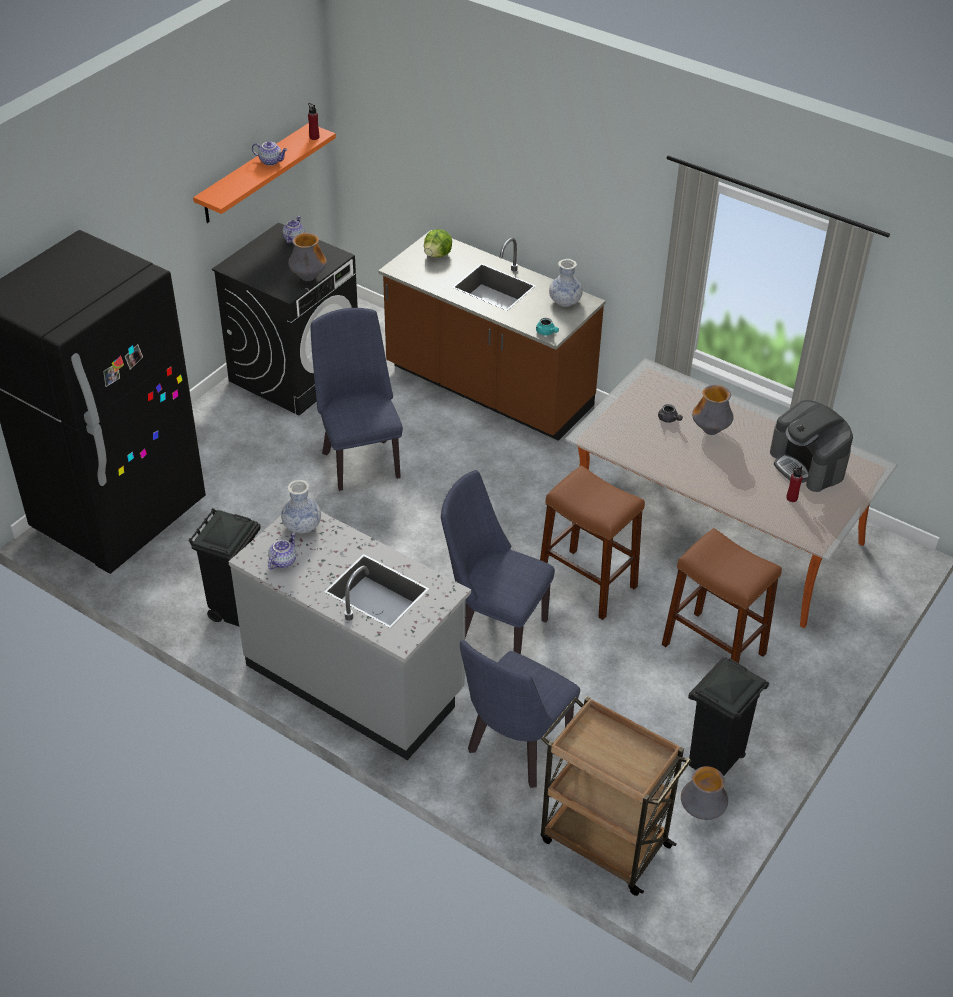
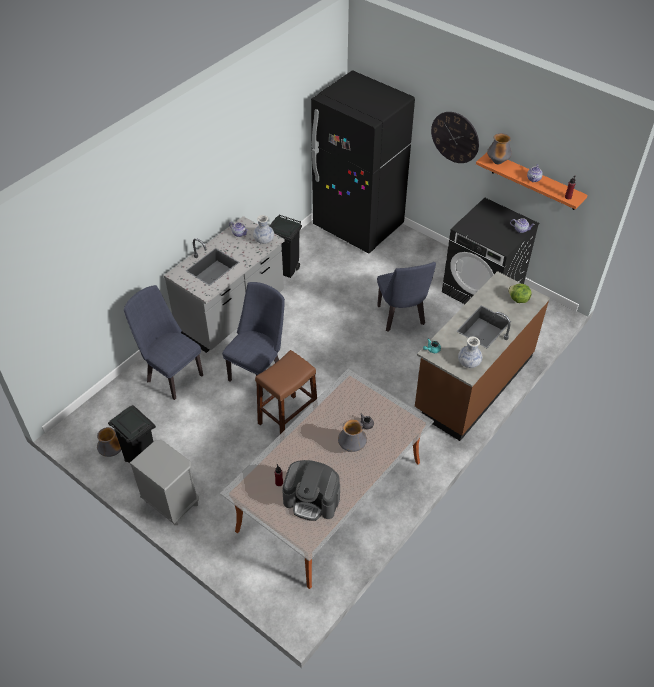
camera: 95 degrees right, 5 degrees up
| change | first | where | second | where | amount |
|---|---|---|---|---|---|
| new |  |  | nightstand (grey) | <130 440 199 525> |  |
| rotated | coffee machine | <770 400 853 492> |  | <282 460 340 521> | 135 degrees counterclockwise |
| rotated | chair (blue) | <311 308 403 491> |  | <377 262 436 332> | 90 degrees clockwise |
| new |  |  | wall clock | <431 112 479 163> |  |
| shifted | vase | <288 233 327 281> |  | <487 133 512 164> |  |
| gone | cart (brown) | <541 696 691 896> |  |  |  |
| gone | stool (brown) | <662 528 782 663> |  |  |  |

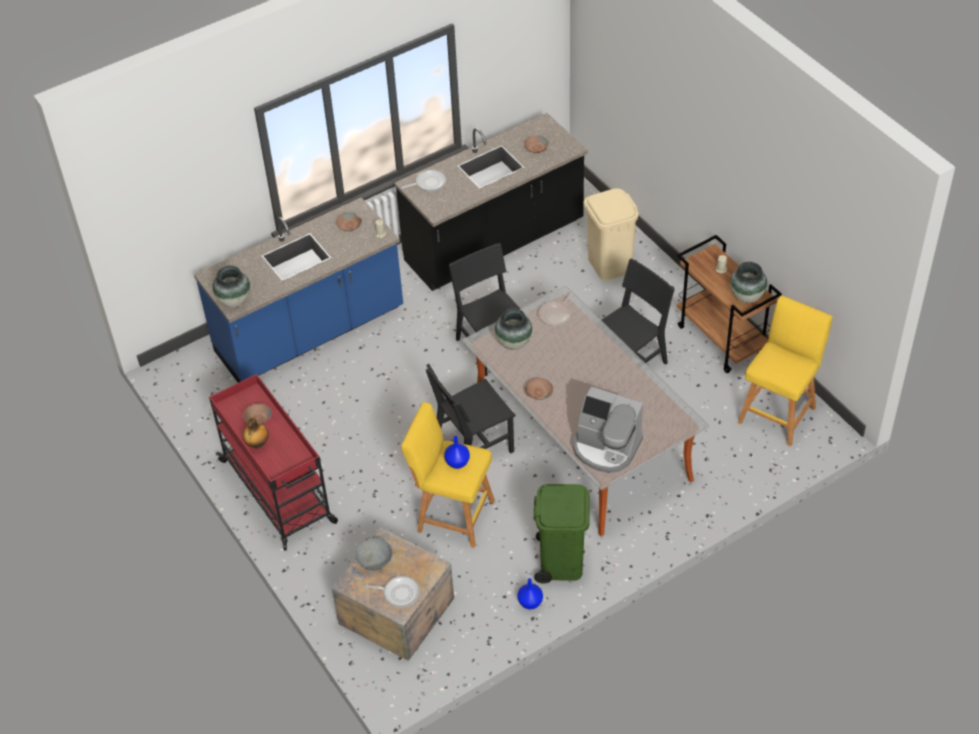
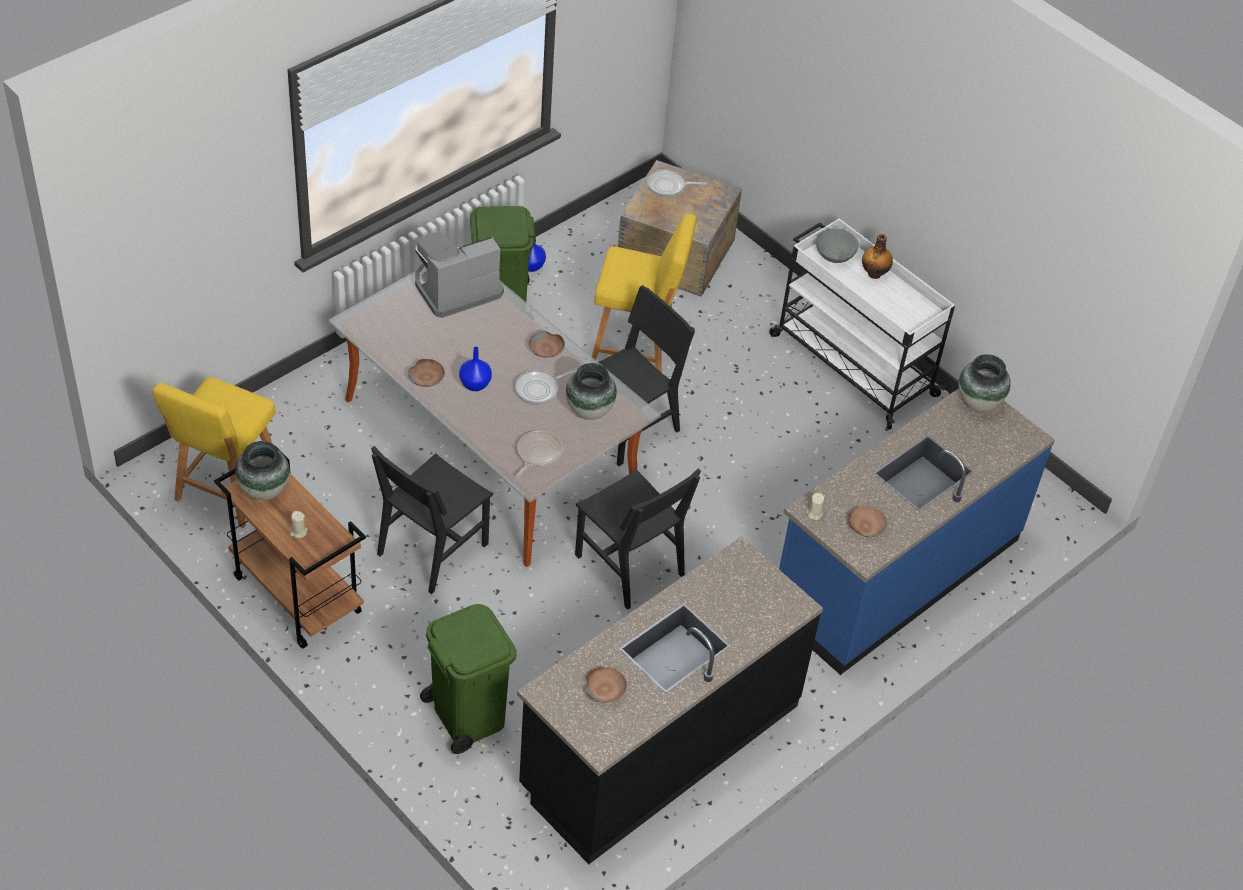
camera: 165 degrees right, 0 degrees up
| change | first | where | second | where | amount |
|---|---|---|---|---|---|
| shifted | bowl (brown) | <243 403 271 424> |  | <408 359 445 387> |  |
| rotated | coffee machine | <573 387 643 473> |  | <415 232 504 318> | 45 degrees counterclockwise |
| repainted | trash can (beige) | <583 188 639 281> | trash can (green) | <420 604 517 754> |  |
| shifted | vase (blue) | <444 436 470 469> |  | <459 347 492 391> |  |
| shifted | frying pan | <401 169 446 192> |  | <515 369 577 405> |  |
| repainted | cart (red) | <209 374 338 551> | cart (white) | <769 219 955 429> |  |
| shifted | bowl (grey) | <355 538 393 570> |  | <816 229 859 263> |  |

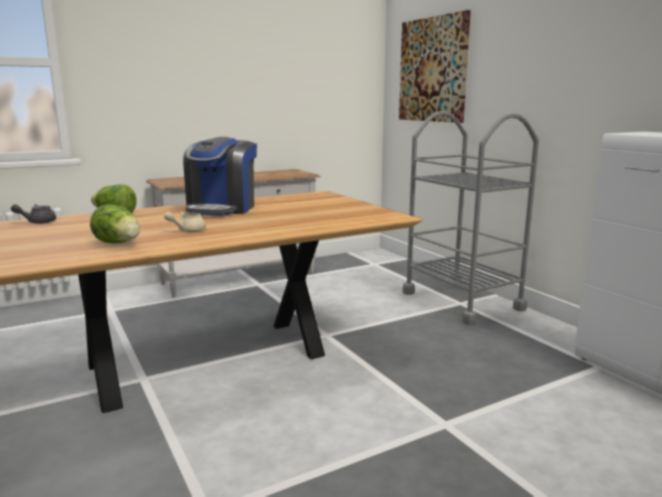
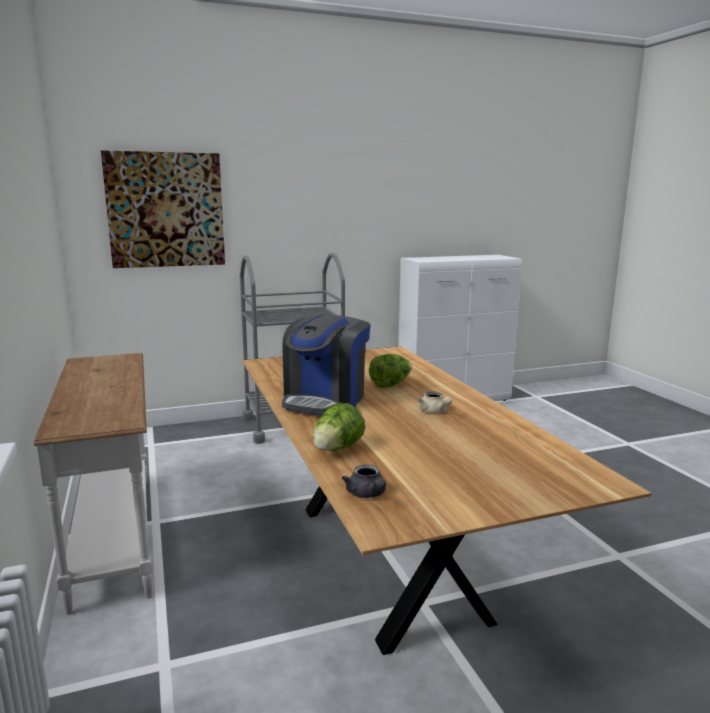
camera: 80 degrees left, 0 degrees up
| change | first | where | second | where | amount |
|---|---|---|---|---|---|
| rotated | coffee machine | <183 137 257 216> |  | <282 314 371 416> | 90 degrees clockwise |
| shifted | lettuce | <90 204 140 244> |  | <369 354 412 388> |  |

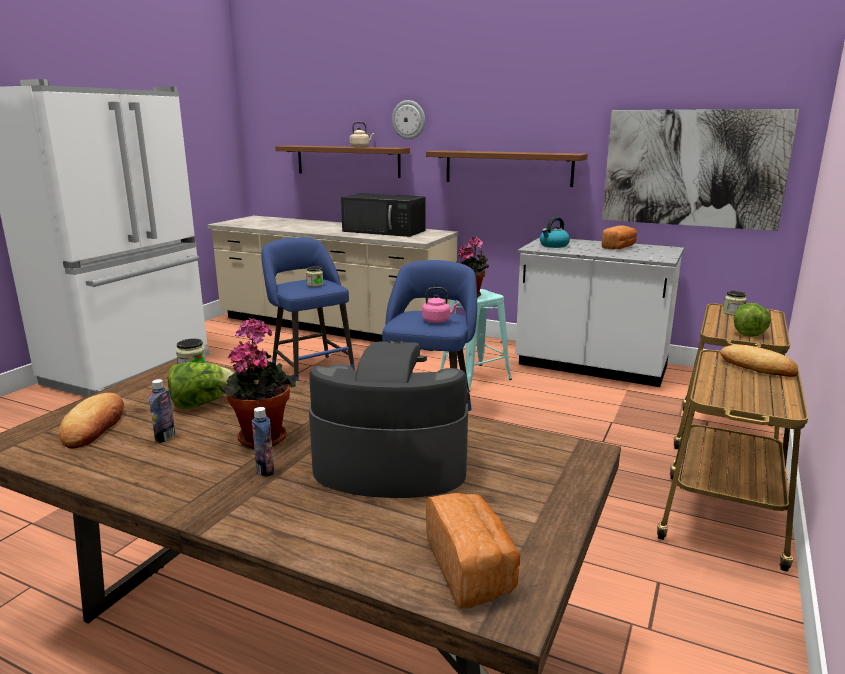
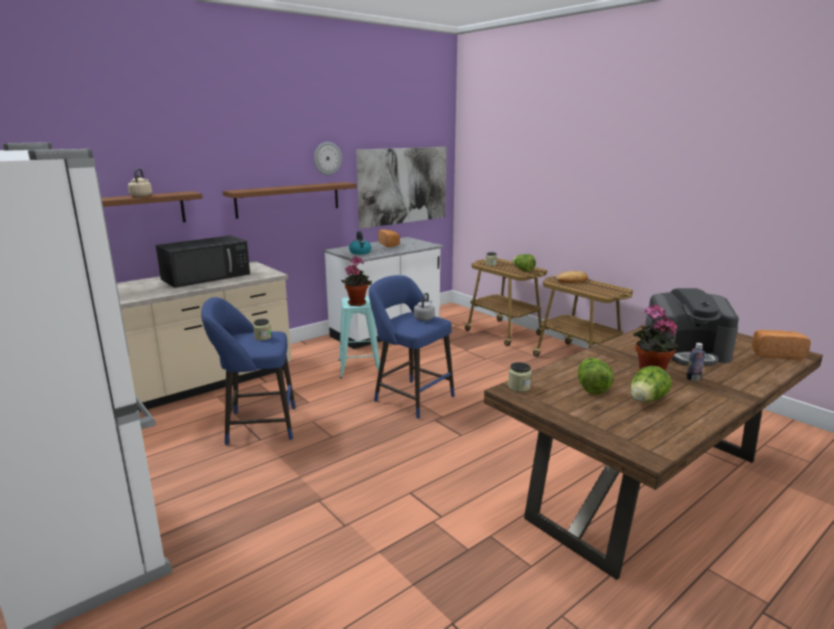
camera: 65 degrees left, 0 degrees up
| change | first | where | second | where | amount |
|---|---|---|---|---|---|
| shifted | wall clock | <392 100 425 140> |  | <314 142 342 175> |  |
| repainted | kettle (pink) | <422 287 459 323> | kettle (grey) | <413 293 435 321> |  |
| swapped | bottle | <149 379 175 443> | lettuce | <630 366 672 402> |  |
| rotated | coffee machine | <309 340 469 498> |  | <645 288 739 366> | 120 degrees counterclockwise |
| gone | bread | <59 393 124 448> |  |  |  |

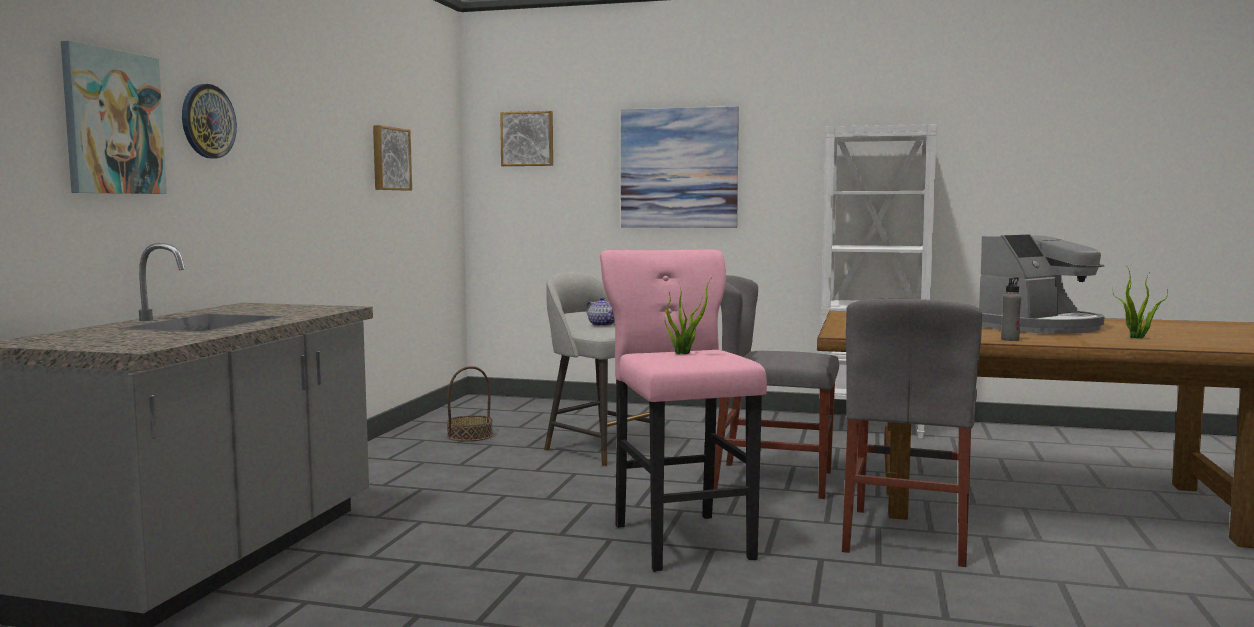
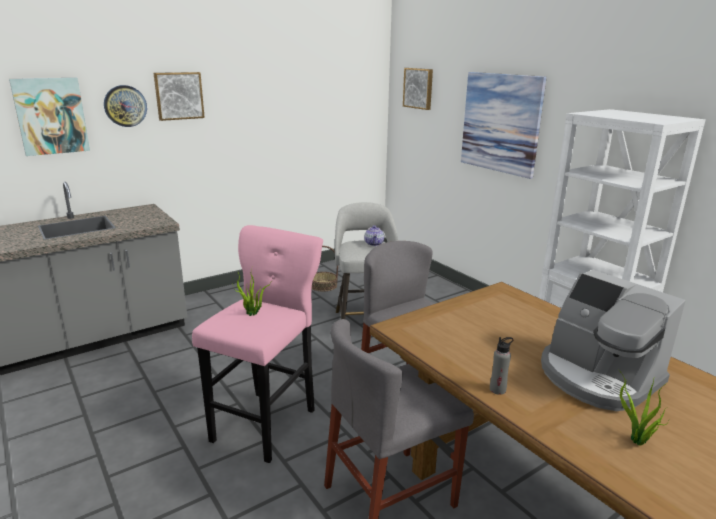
camera: 40 degrees right, 15 degrees up
| change | first | where | second | where | amount |
|---|---|---|---|---|---|
| shifted | picture | <373 125 412 190> |  | <154 72 205 121> |  |
| rotated | coffee machine | <979 234 1105 334> |  | <541 270 685 411> | 45 degrees clockwise |

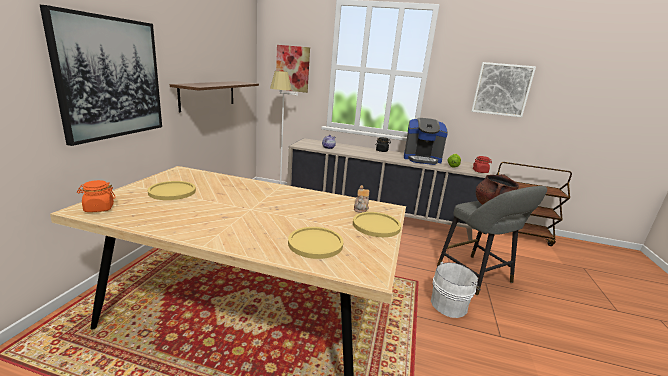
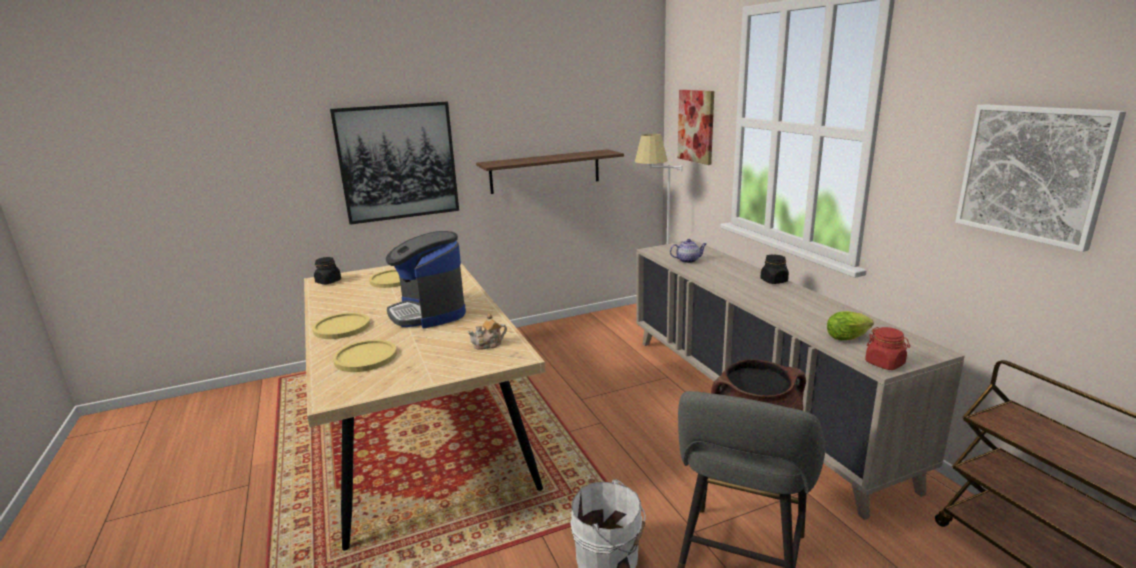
camera: 55 degrees right, 0 degrees up
| change | first | where | second | where | amount |
|---|---|---|---|---|---|
| shifted | plate (yellow) | <353 212 401 237> |  | <312 313 370 339> |  |
| repainted | jar (orange) | <77 180 116 212> | jar (black) | <314 257 341 284> |  |
| shifted | coffee machine | <404 118 448 165> |  | <386 231 466 328> |  |

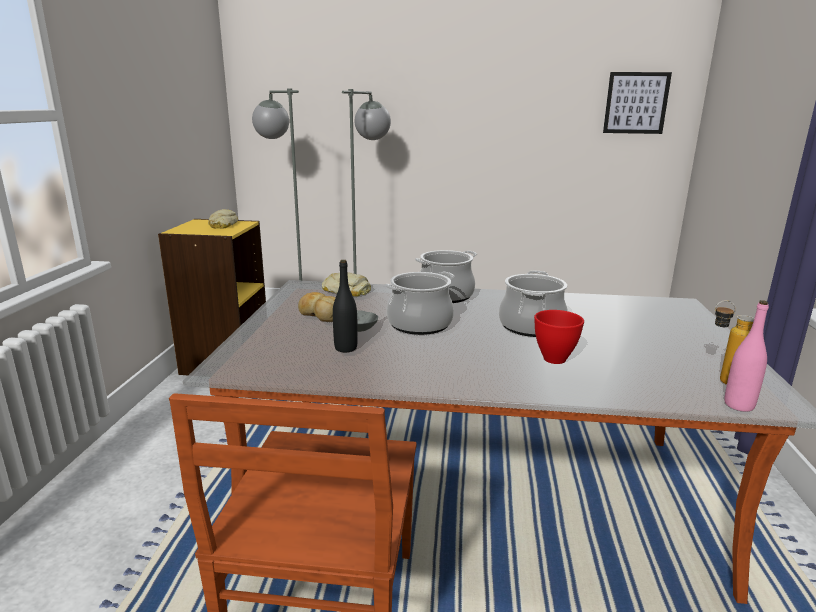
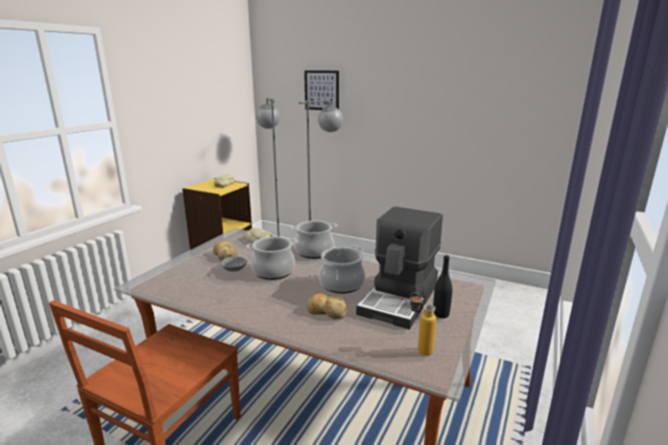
camera: 20 degrees right, 0 degrees up
| change | first | where | second | where | amount |
|---|---|---|---|---|---|
| shifted | picture | <603 72 672 134> |  | <304 70 339 110> |  |
| swapped | bowl (red) | <534 310 584 364> | bread | <307 293 348 319> |  |
| new |  |  | coffee machine | <356 207 443 329> |  |
| shifted | bottle (black) | <333 260 358 352> |  | <433 255 452 318> |  |
| gone | bottle (pink) | <725 300 769 412> |  |  |  |

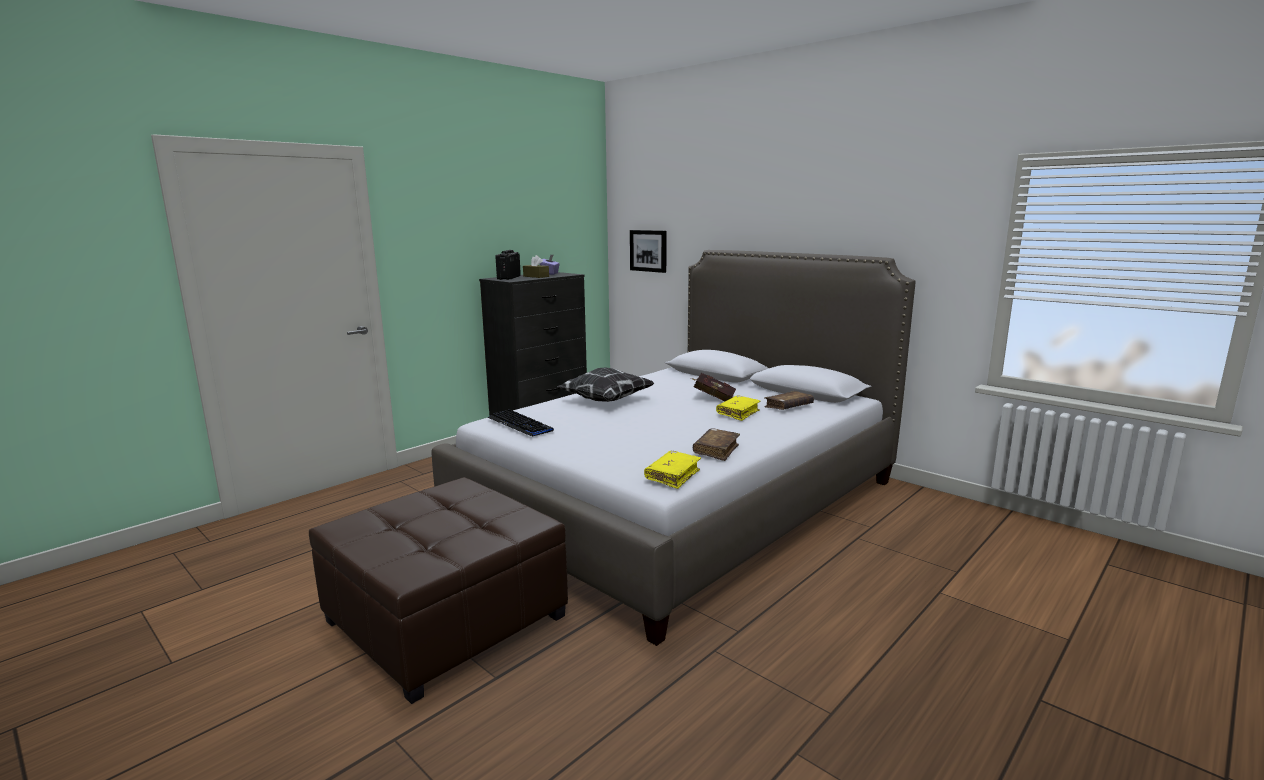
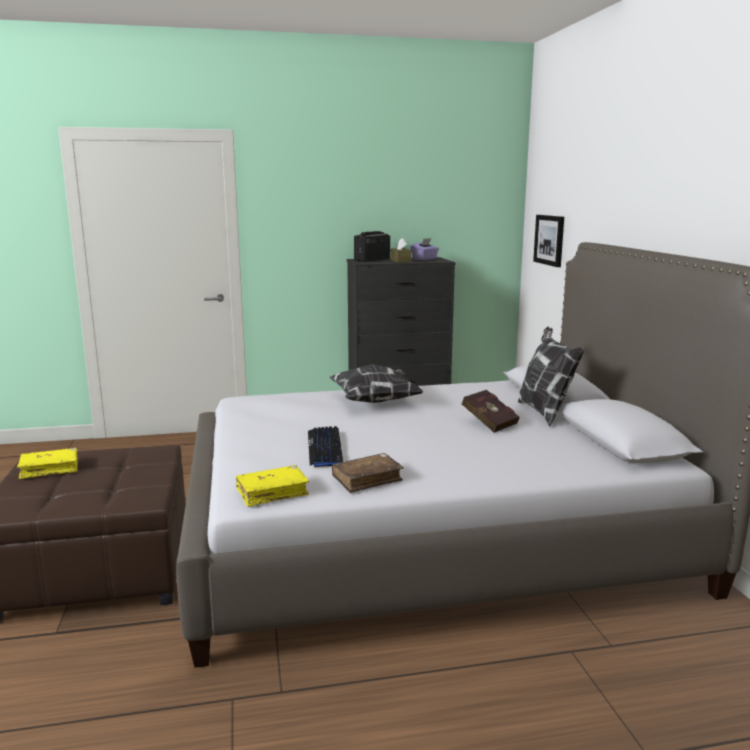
camera: 35 degrees right, 0 degrees up
| change | first | where | second | where | amount |
|---|---|---|---|---|---|
| shifted | book (yellow) | <716 396 761 421> |  | <17 448 78 479> |  |
| shifted | keyboard | <487 409 554 436> |  | <308 426 343 467> |  |
| new |  |  | pillow | <518 327 584 426> |  |
| gone | book (brown) | <764 391 814 410> |  |  |  |

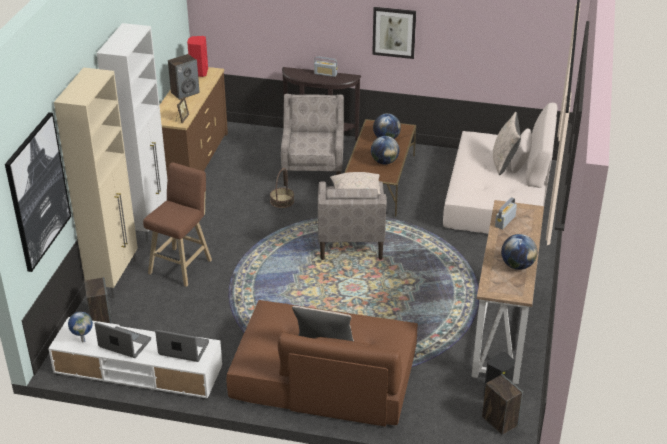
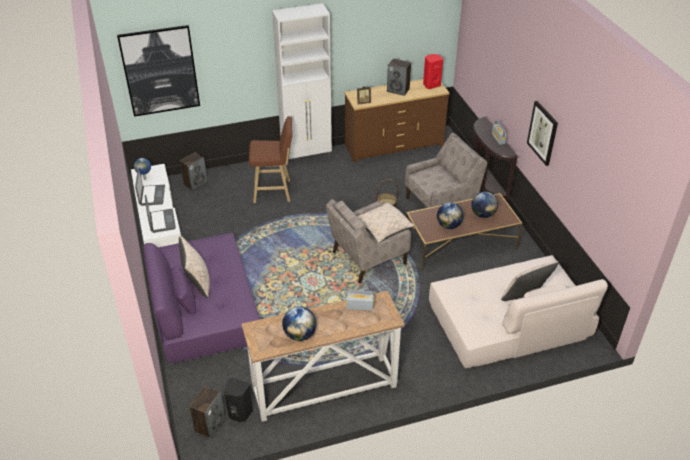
camera: 60 degrees right, 5 degrees up
| change | first | where | second | where | amount |
|---|---|---|---|---|---|
| repainted | sofa (brown) | <227 300 418 426> | sofa (purple) | <143 233 260 363> |  |
| gone | cabinet (beige) | <54 67 138 298> |  |  |  |

